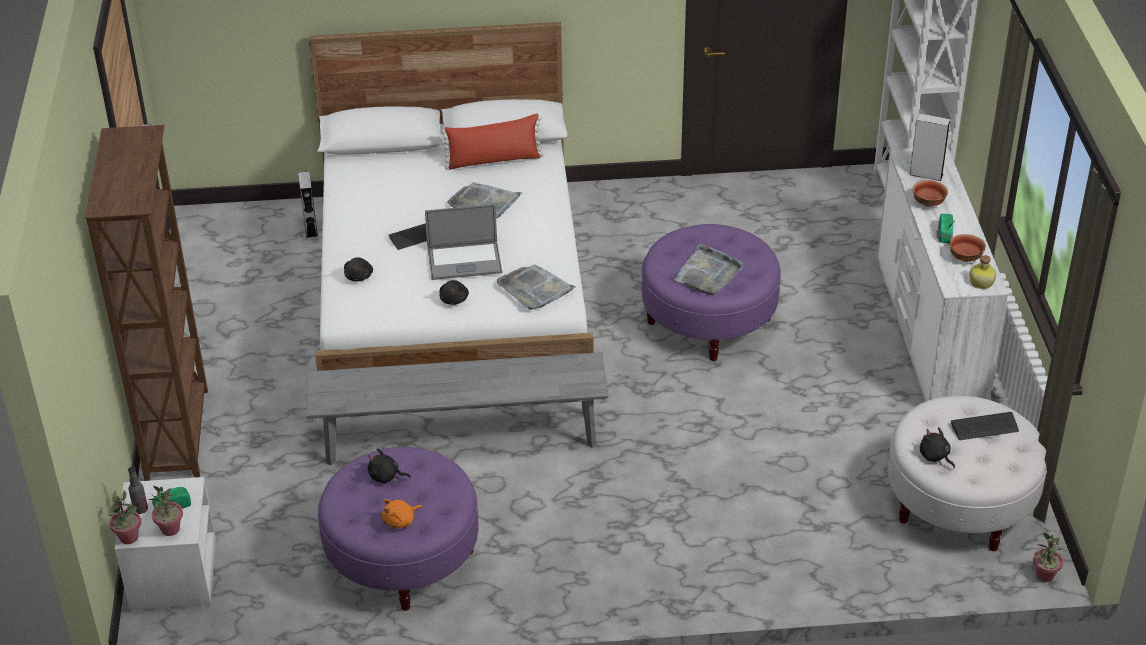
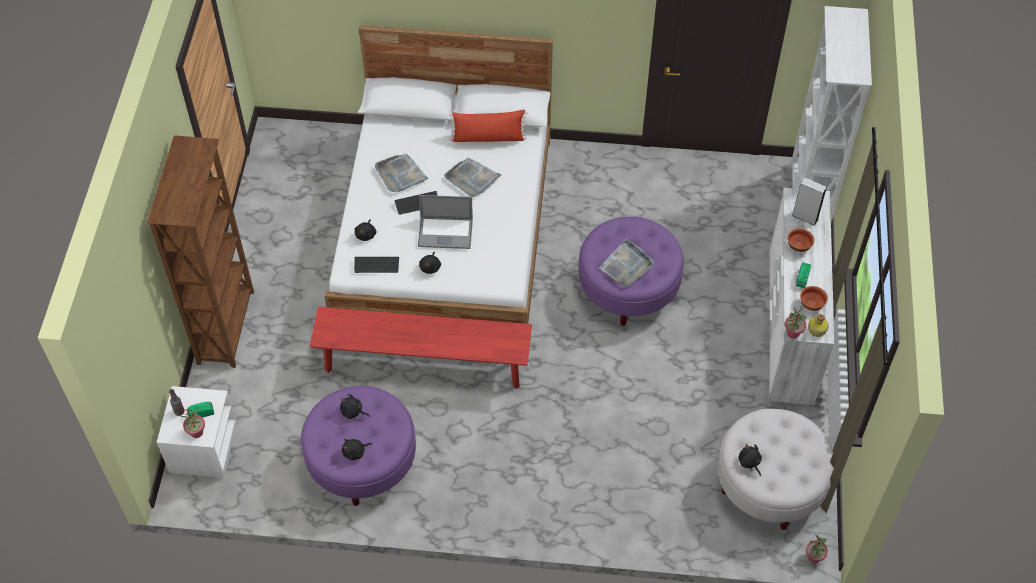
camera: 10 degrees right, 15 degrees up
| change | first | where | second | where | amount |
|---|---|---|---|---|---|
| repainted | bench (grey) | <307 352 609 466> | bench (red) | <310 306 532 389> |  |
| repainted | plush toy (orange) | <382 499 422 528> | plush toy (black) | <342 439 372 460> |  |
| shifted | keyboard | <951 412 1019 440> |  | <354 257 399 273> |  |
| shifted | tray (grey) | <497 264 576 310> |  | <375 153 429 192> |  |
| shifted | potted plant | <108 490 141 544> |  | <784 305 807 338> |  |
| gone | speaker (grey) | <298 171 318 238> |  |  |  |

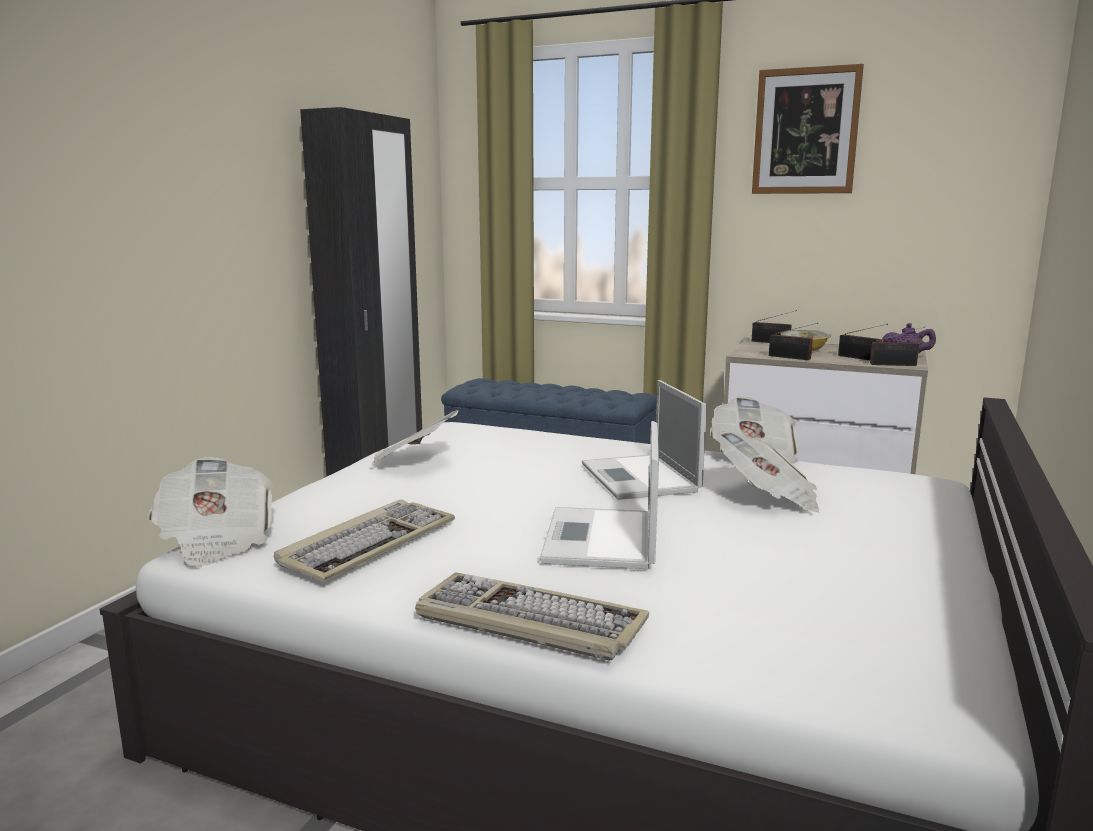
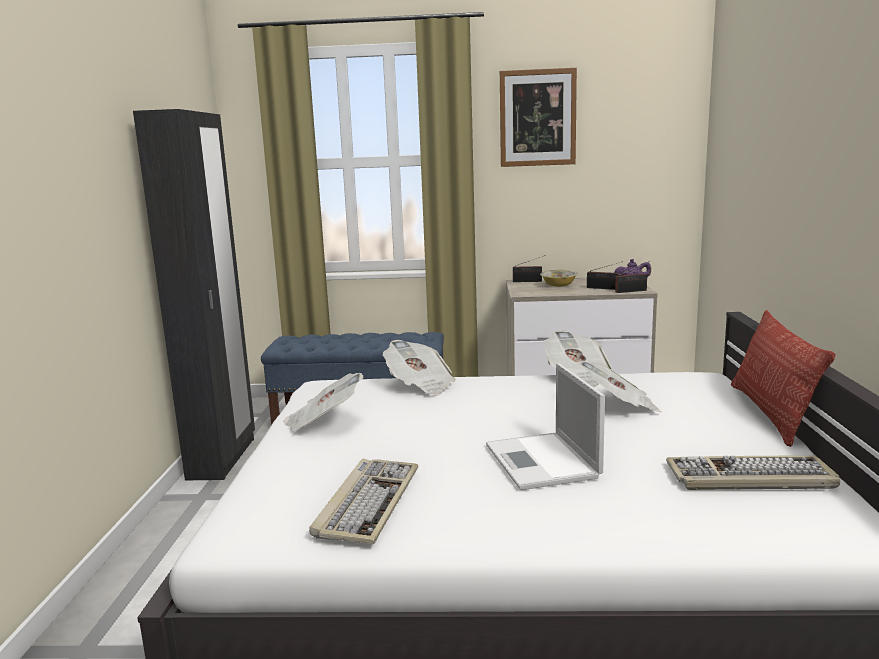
camera: 20 degrees left, 0 degrees up
| change | first | where | second | where | amount |
|---|---|---|---|---|---|
| shifted | newspaper | <148 457 273 567> |  | <383 340 456 396> |  |
| shifted | keyboard | <415 573 649 660> |  | <666 455 840 490> |  |
| new |  |  | pillow | <731 310 836 447> |  |
| gone | laptop | <582 380 707 500> |  |  |  |
| gone | radio | <769 323 818 360> |  |  |  |

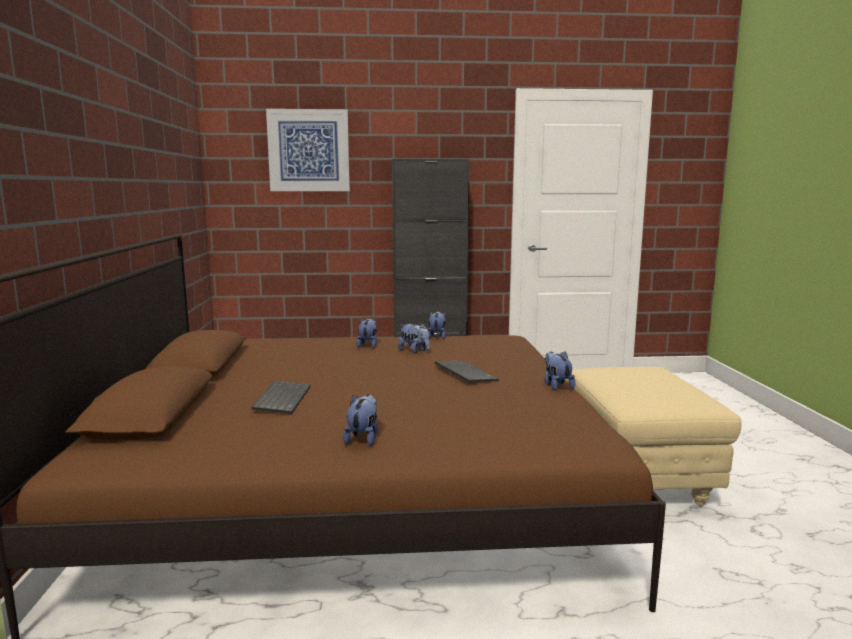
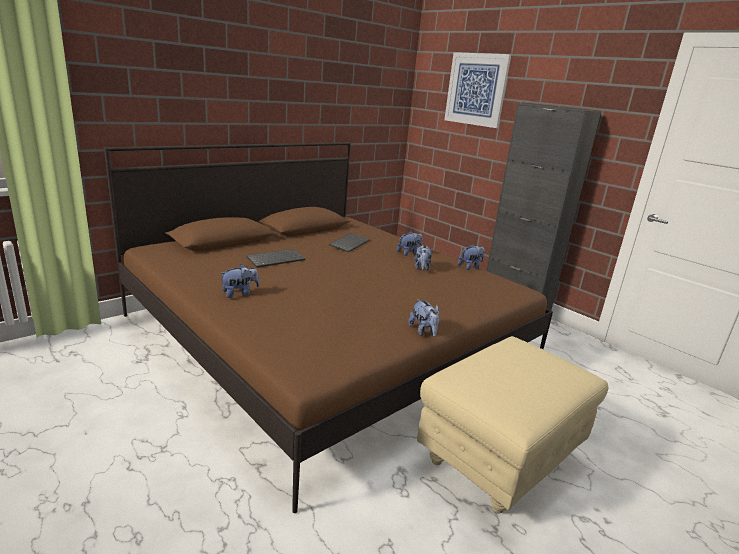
camera: 50 degrees right, 10 degrees up
| change | first | where | second | where | amount |
|---|---|---|---|---|---|
| shifted | keyboard | <435 361 499 382> |  | <329 233 370 252> |  |
| rotated | plush toy | <544 351 576 391> |  | <408 299 440 337> | 120 degrees clockwise |

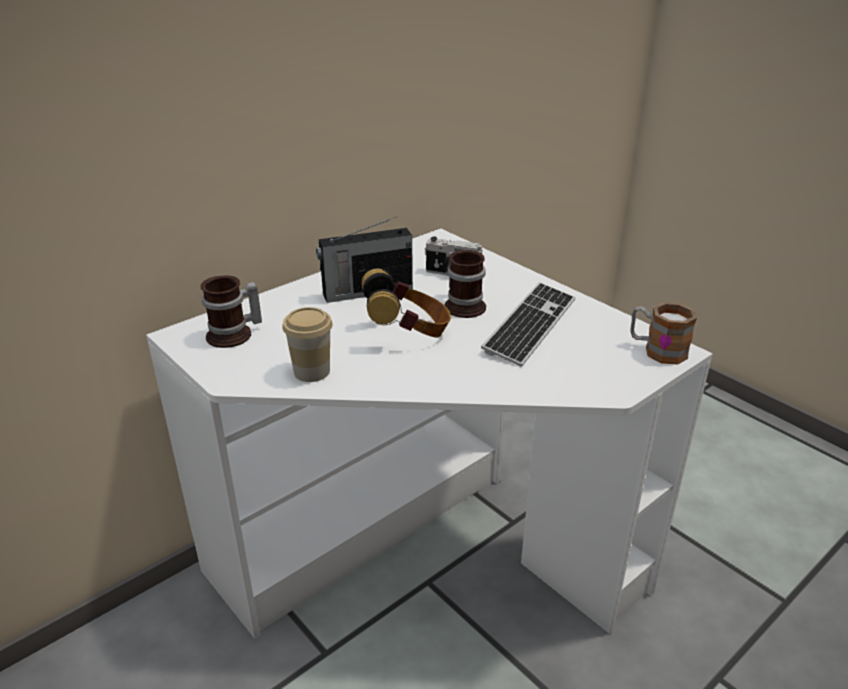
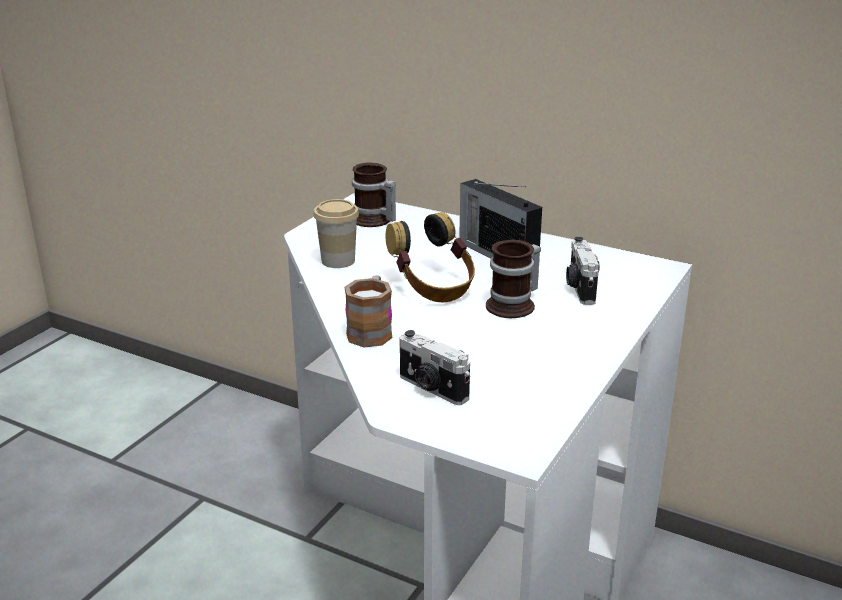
camera: 70 degrees right, 5 degrees down
| change | first | where | second | where | amount |
|---|---|---|---|---|---|
| shifted | mug | <630 302 697 365> |  | <345 275 393 347> |  |
| new |  |  | photo camera | <400 330 470 405> |  |
| gone | keyboard | <481 282 576 367> |  |  |  |

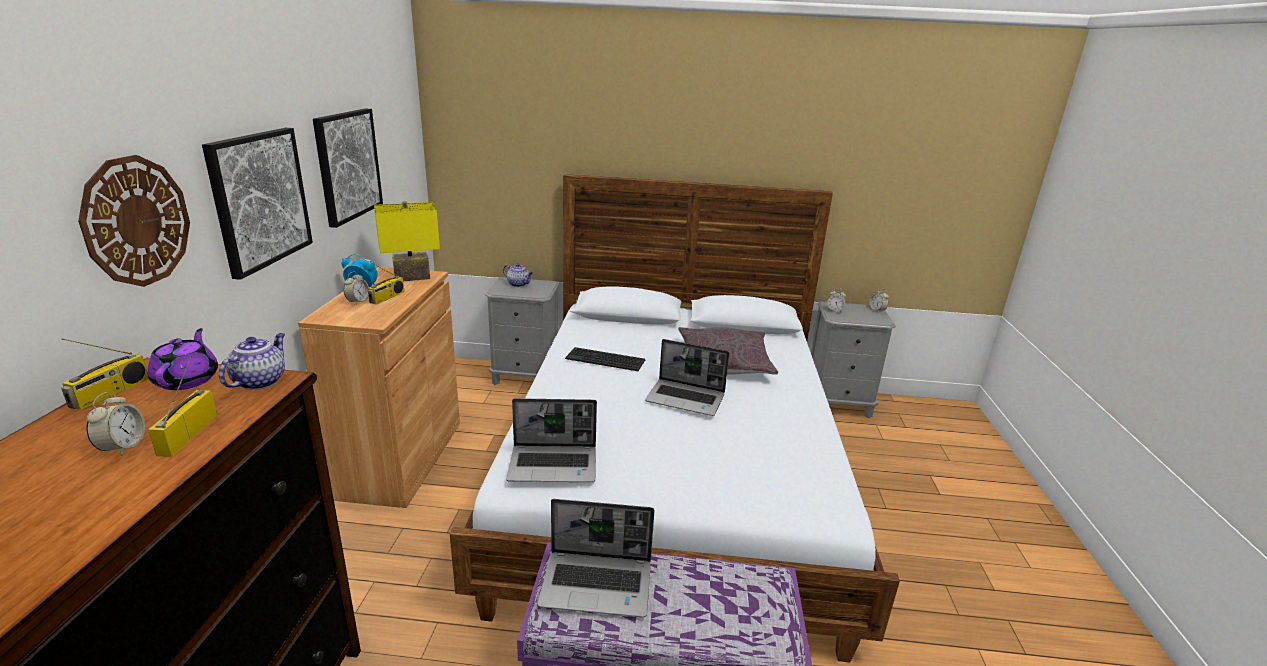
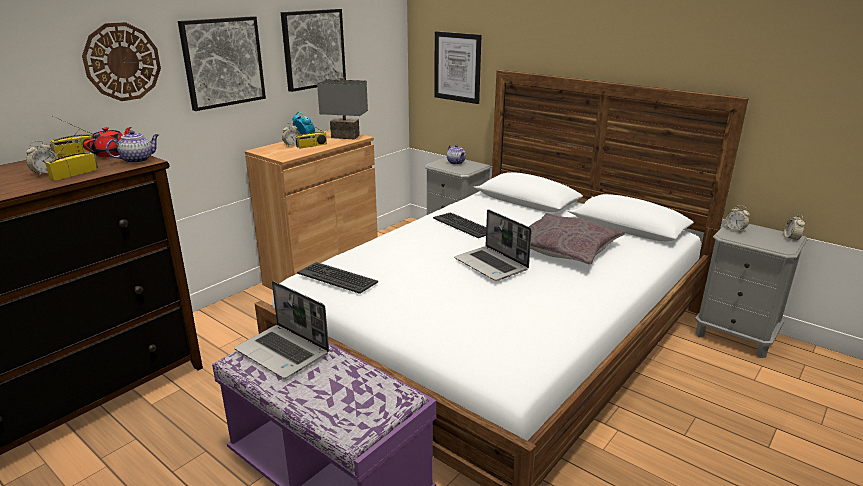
camera: 35 degrees right, 0 degrees up
| change | first | where | second | where | amount |
|---|---|---|---|---|---|
| repainted | teapot (purple) | <148 328 218 390> | teapot (red) | <83 127 132 157> |  |
| swapped | laptop | <506 398 597 482> | keyboard | <297 262 378 294> |  |
| repainted | table lamp (yellow) | <374 201 440 281> | table lamp (grey) | <317 77 368 139> |  |
| new |  |  | picture | <435 31 482 104> |  |

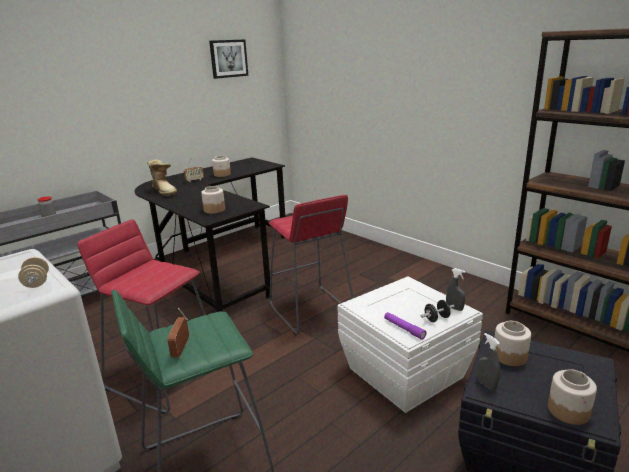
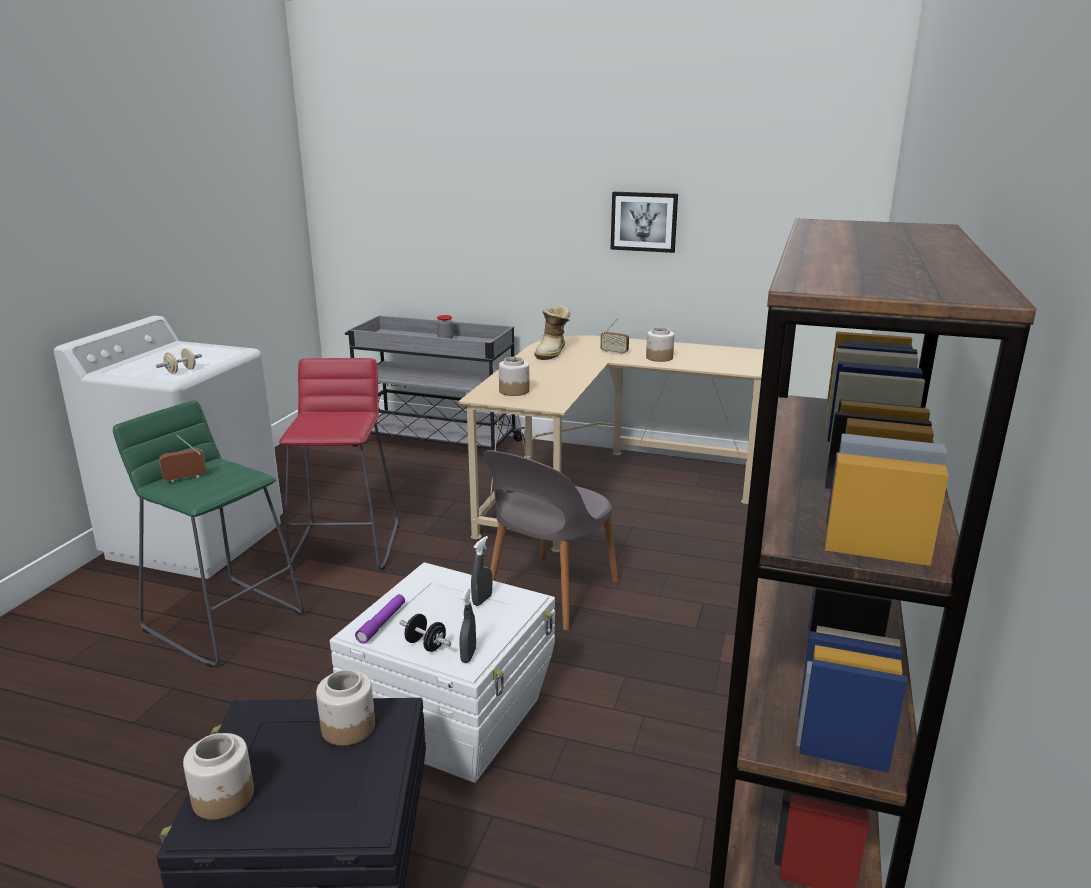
camera: 60 degrees right, 0 degrees up
| change | first | where | second | where | amount |
|---|---|---|---|---|---|
| repainted | desk (black) | <135 158 286 312> | desk (beige) | <458 335 764 553> |  |
| shifted | spray bottle (grey) | <477 333 500 391> |  | <471 536 492 606> |  |
| swapped | stool (red) | <269 195 354 335> | chair (grey) | <483 450 618 630> |  |
| shifted | picture | <209 39 248 79> |  | <611 192 678 253> |  |

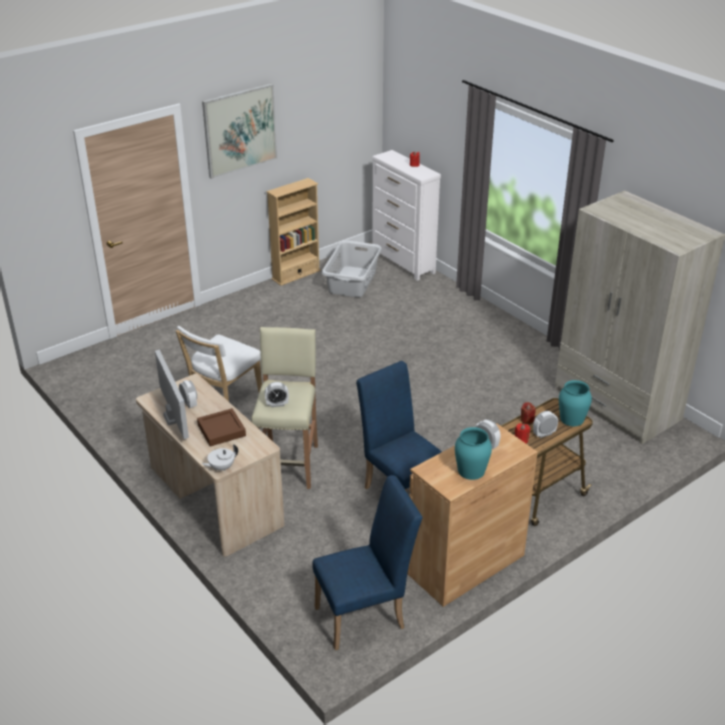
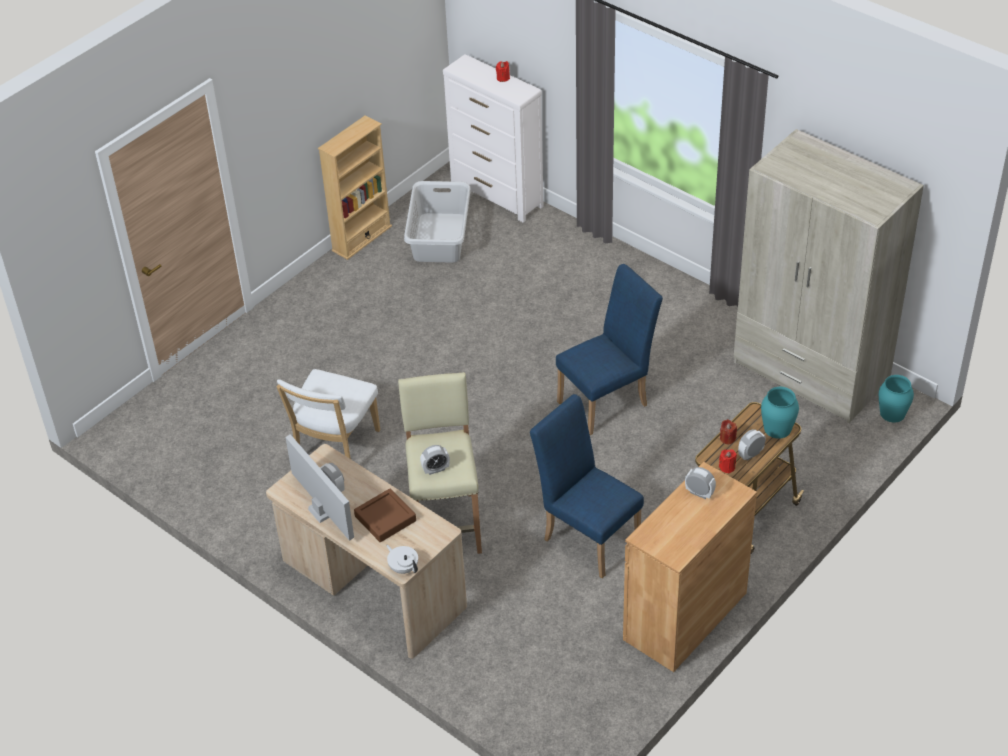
camera: 10 degrees left, 10 degrees up
| change | first | where | second | where | amount |
|---|---|---|---|---|---|
| rotated | teapot (white) | <202 444 238 471> |  | <386 545 418 574> | 90 degrees clockwise |
| shifted | chair (blue) | <312 475 422 650> |  | <556 264 663 435> |  |
| shifted | vase (turquoise) | <455 427 492 480> |  | <879 375 914 423> |  |
| gone | picture | <202 83 277 179> |  |  |  |

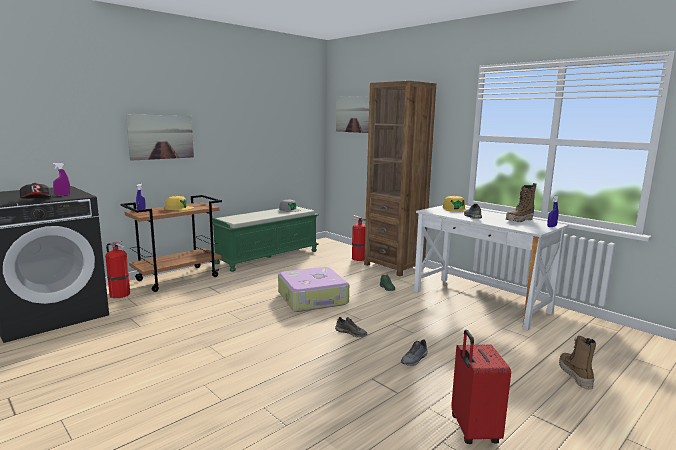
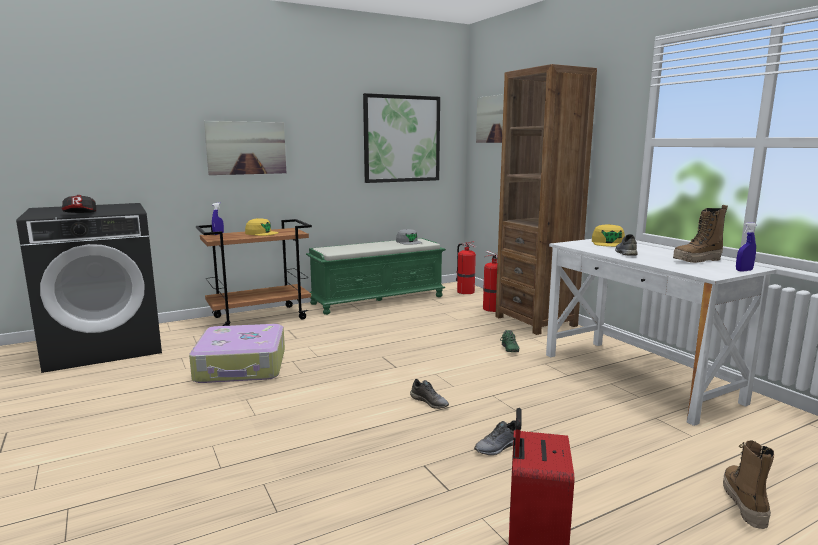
camera: 15 degrees right, 0 degrees up
| change | first | where | second | where | amount |
|---|---|---|---|---|---|
| shifted | suitcase | <278 267 349 312> |  | <189 324 285 383> |  |
| new |  |  | picture | <363 93 440 183> |  |
| shifted | fire extinguisher | <105 241 130 298> |  | <456 241 476 294> |  |
| gone | spray bottle (purple) | <53 163 70 196> |  |  |  |

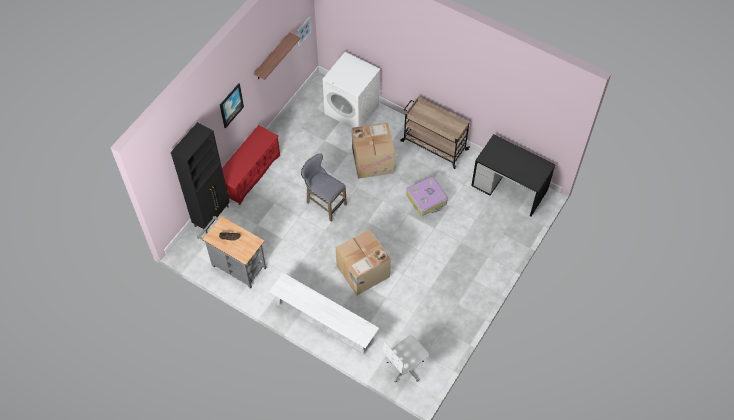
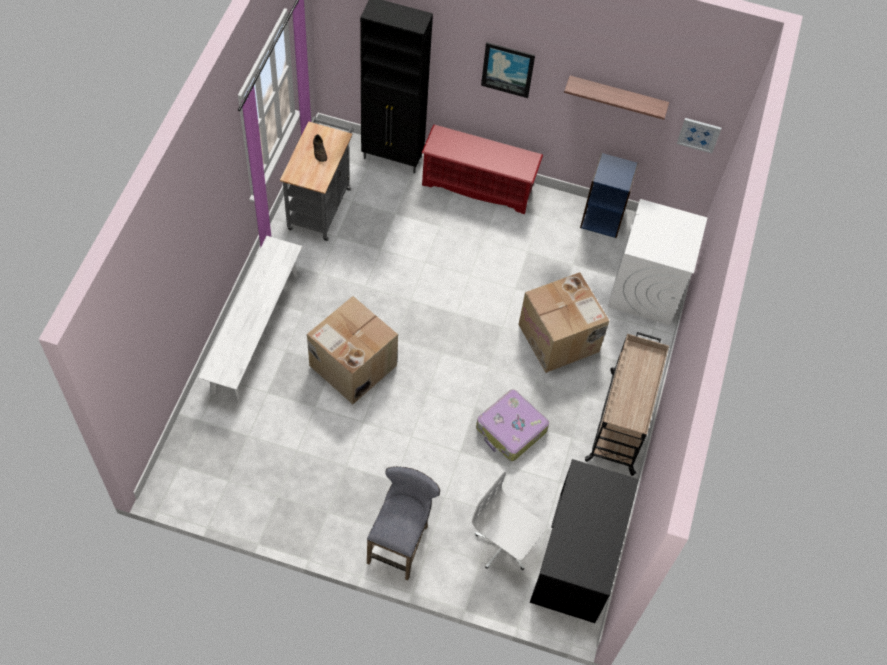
camera: 70 degrees right, 0 degrees up
| change | first | where | second | where | amount |
|---|---|---|---|---|---|
| shifted | stool (grey) | <301 153 347 222> |  | <367 466 440 580> |  |
| shifted | office chair (white) | <383 335 429 382> |  | <472 471 546 570> |  |
| new |  |  | bookcase (blue) | <580 153 639 238> |  |

